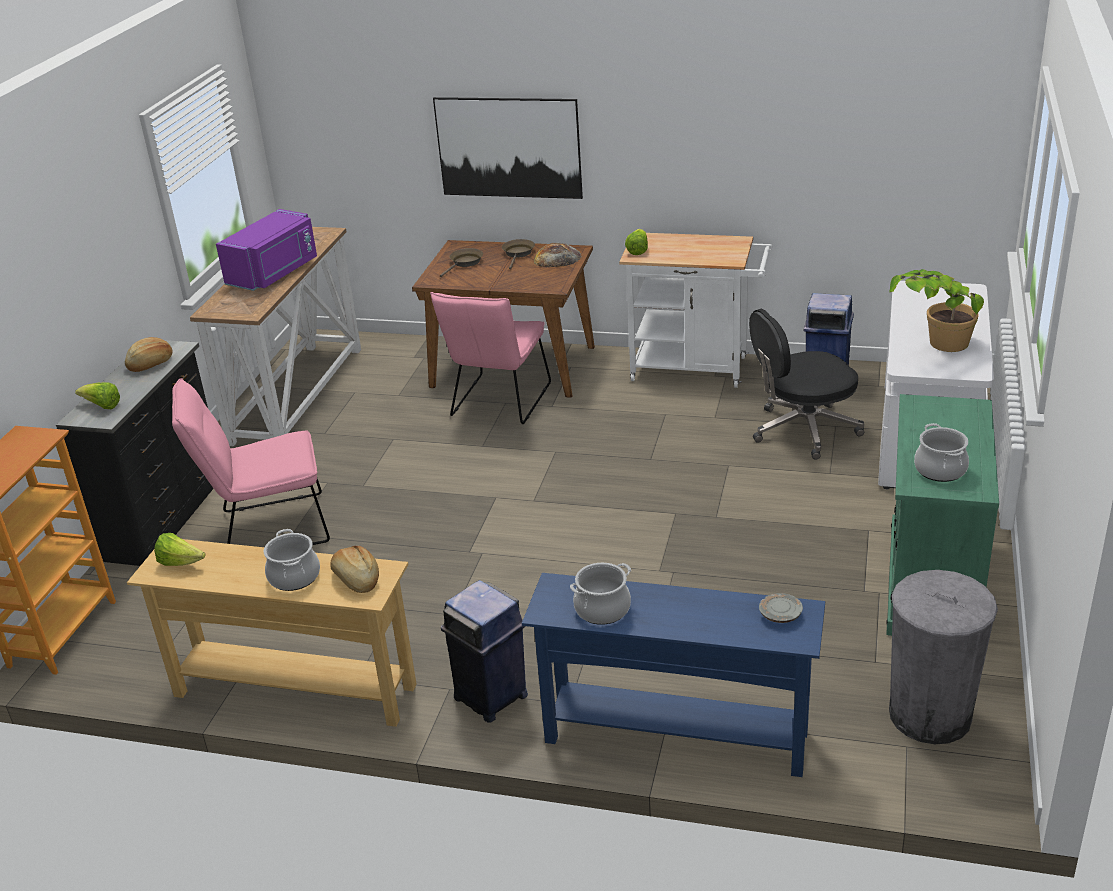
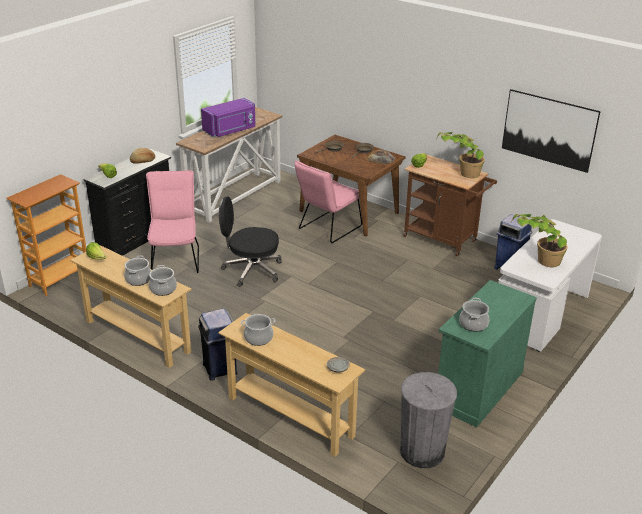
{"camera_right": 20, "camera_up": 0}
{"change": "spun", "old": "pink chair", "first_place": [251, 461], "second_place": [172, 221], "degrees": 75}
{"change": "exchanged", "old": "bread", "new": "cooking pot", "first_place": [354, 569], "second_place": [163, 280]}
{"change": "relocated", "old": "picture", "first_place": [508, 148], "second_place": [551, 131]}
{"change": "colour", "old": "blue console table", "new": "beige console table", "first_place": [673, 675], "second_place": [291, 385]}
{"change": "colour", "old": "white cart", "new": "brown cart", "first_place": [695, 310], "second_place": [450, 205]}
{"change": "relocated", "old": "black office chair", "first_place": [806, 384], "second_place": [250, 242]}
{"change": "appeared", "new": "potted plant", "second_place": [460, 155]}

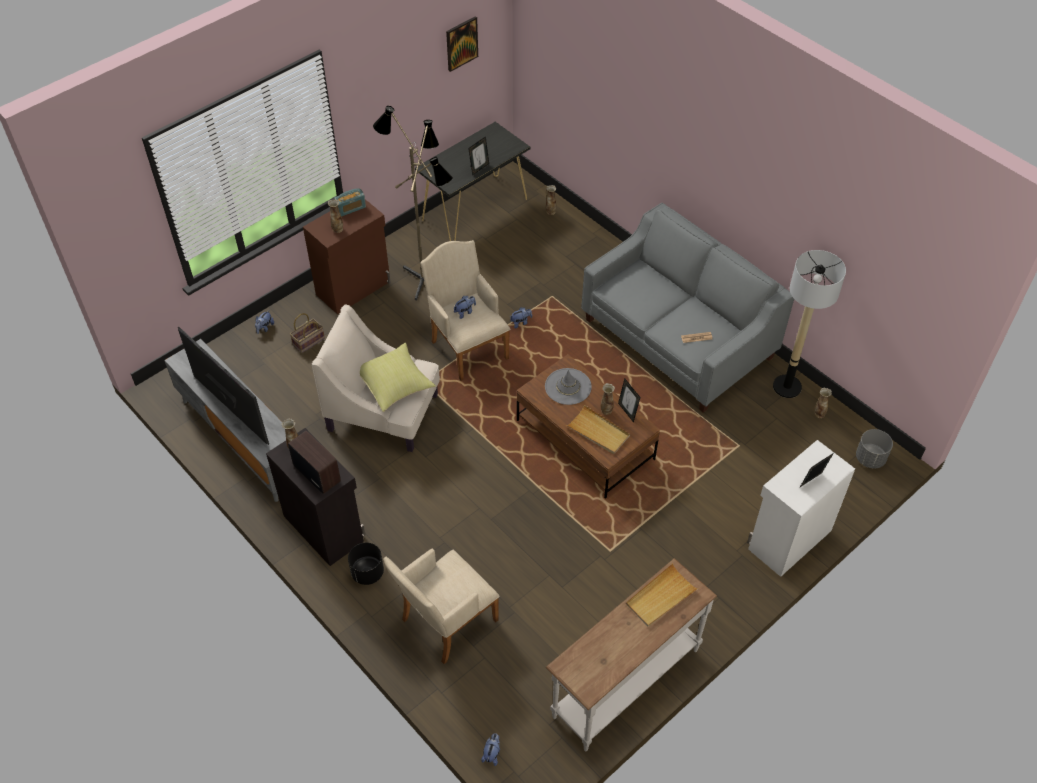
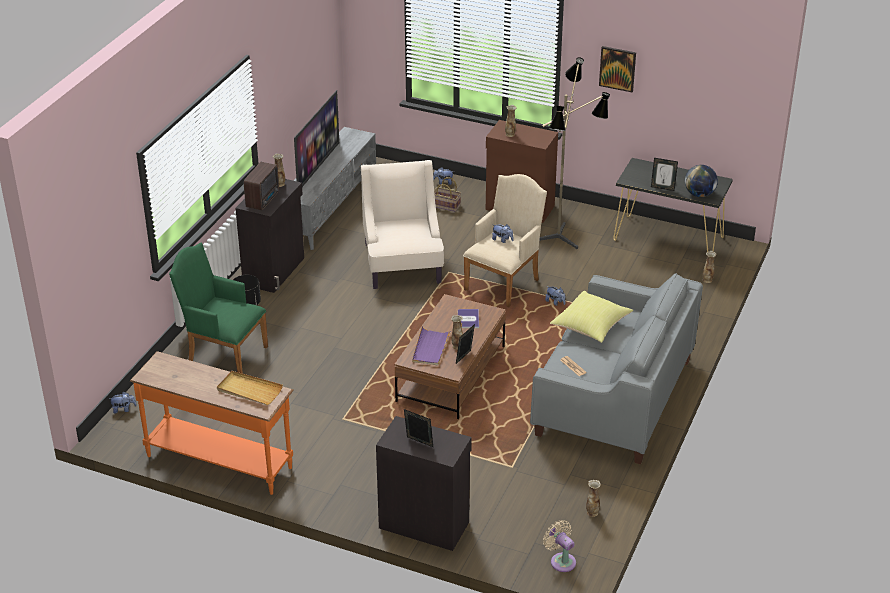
{"camera_right": 65, "camera_up": -15}
{"change": "missing", "old": "radio", "first_place": [350, 202]}
{"change": "relocated", "old": "yellow pillow", "first_place": [398, 377], "second_place": [591, 317]}
{"change": "colour", "old": "beige armchair", "new": "green armchair", "first_place": [441, 606], "second_place": [218, 308]}
{"change": "relocated", "old": "picture", "first_place": [462, 44], "second_place": [617, 69]}
{"change": "exchanged", "old": "grey hat", "new": "book", "first_place": [568, 386], "second_place": [468, 318]}
{"change": "colour", "old": "white console table", "new": "orange console table", "first_place": [631, 655], "second_place": [212, 423]}
{"change": "colour", "old": "beige tray", "new": "purple tray", "first_place": [598, 429], "second_place": [431, 346]}
{"change": "colour", "old": "white cabinet", "new": "black cabinet", "first_place": [801, 508], "second_place": [424, 483]}
{"change": "missing", "old": "floor lamp", "first_place": [809, 324]}
{"change": "exchanged", "old": "grey planter", "new": "beige fan", "first_place": [874, 448], "second_place": [559, 546]}
{"change": "appeared", "new": "globe", "second_place": [701, 181]}

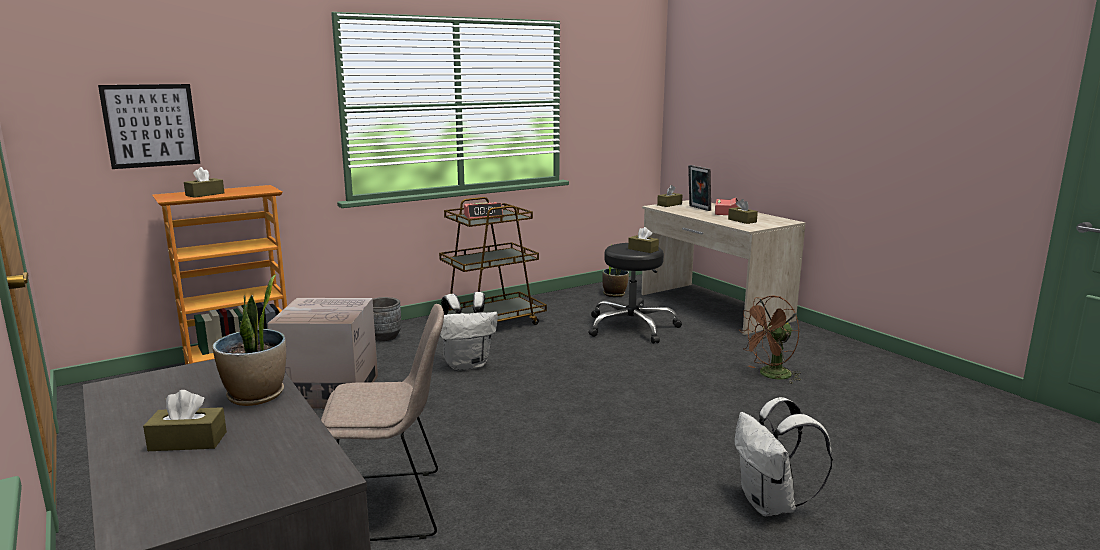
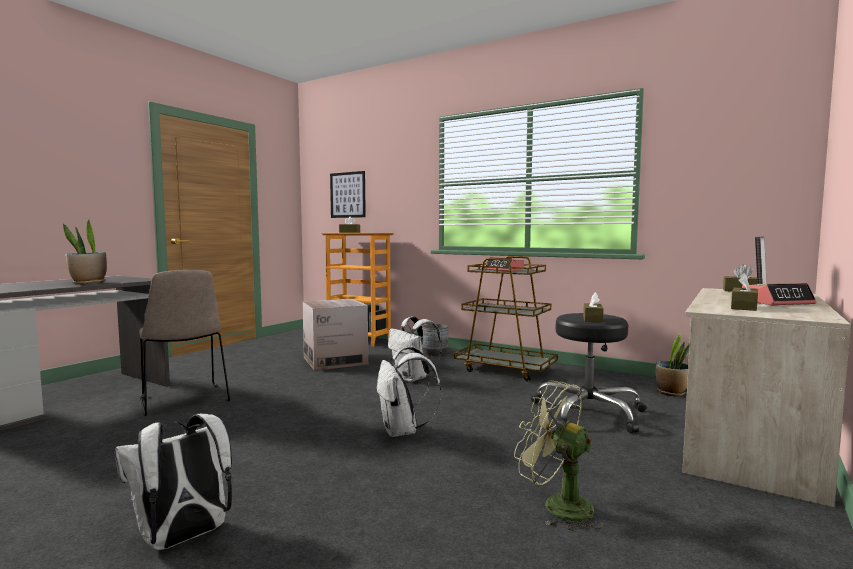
{"camera_right": 65, "camera_up": -10}
{"change": "missing", "old": "brown tissue box", "first_place": [185, 420]}
{"change": "colour", "old": "brown fan", "new": "green fan", "first_place": [770, 339], "second_place": [558, 455]}
{"change": "appeared", "new": "white backpack", "second_place": [409, 391]}

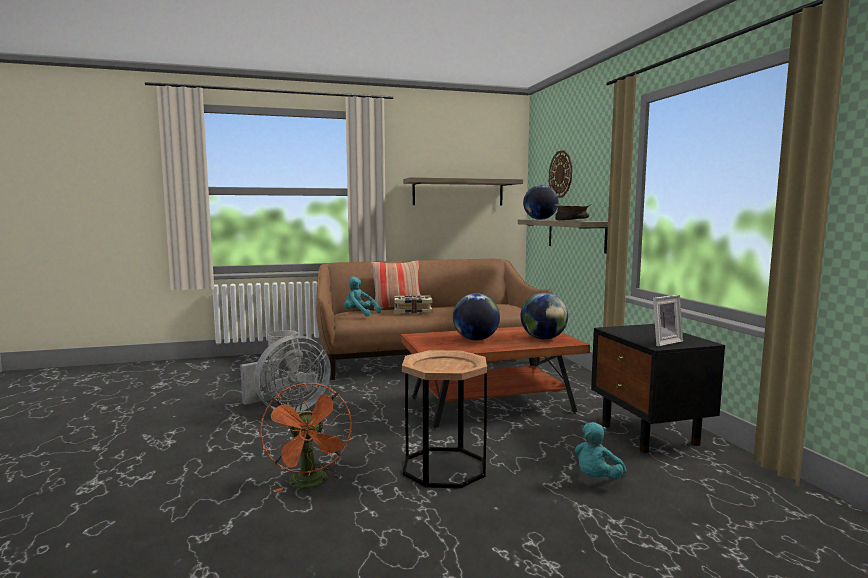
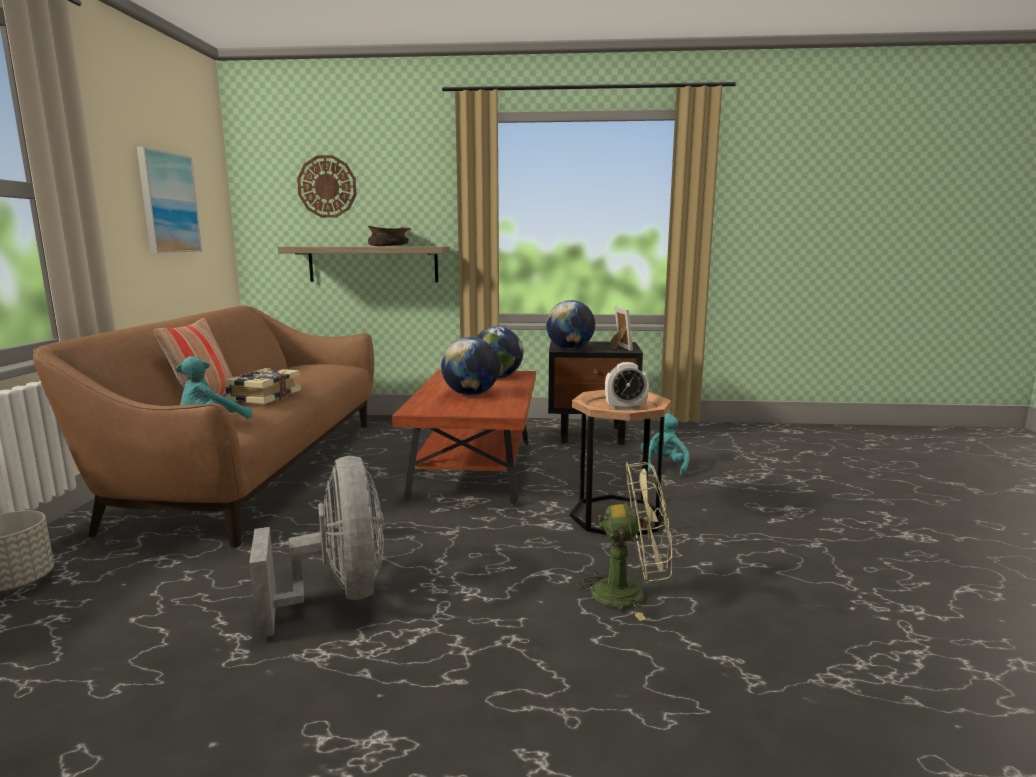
{"camera_right": -70, "camera_up": 5}
{"change": "colour", "old": "orange fan", "new": "green fan", "first_place": [306, 437], "second_place": [624, 541]}
{"change": "exchanged", "old": "shelf", "new": "picture", "first_place": [463, 191], "second_place": [169, 200]}
{"change": "relocated", "old": "globe", "first_place": [541, 202], "second_place": [570, 324]}
{"change": "spun", "old": "turquoise plush toy", "first_place": [600, 450], "second_place": [665, 445], "degrees": -135}
{"change": "appeared", "new": "alarm clock", "second_place": [627, 386]}

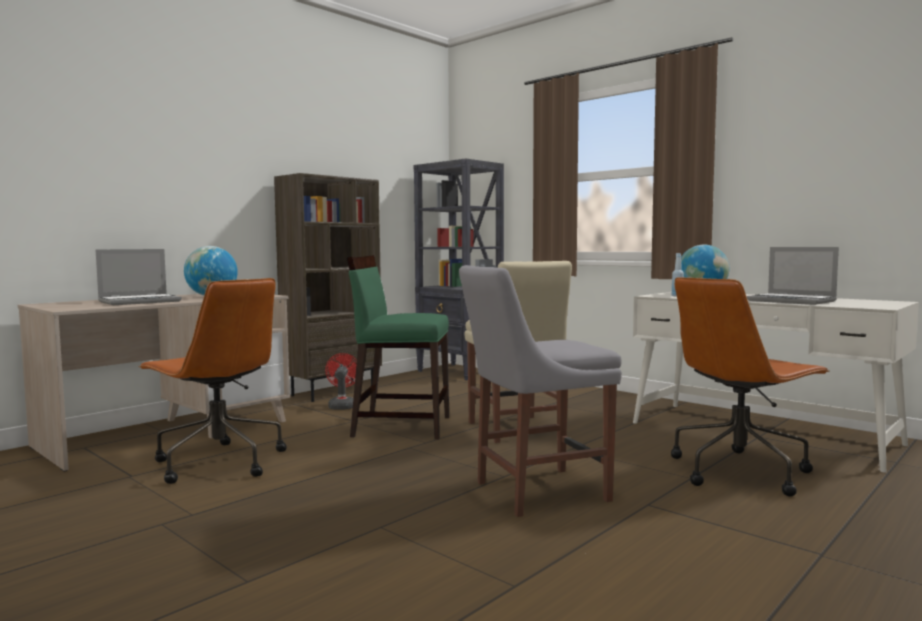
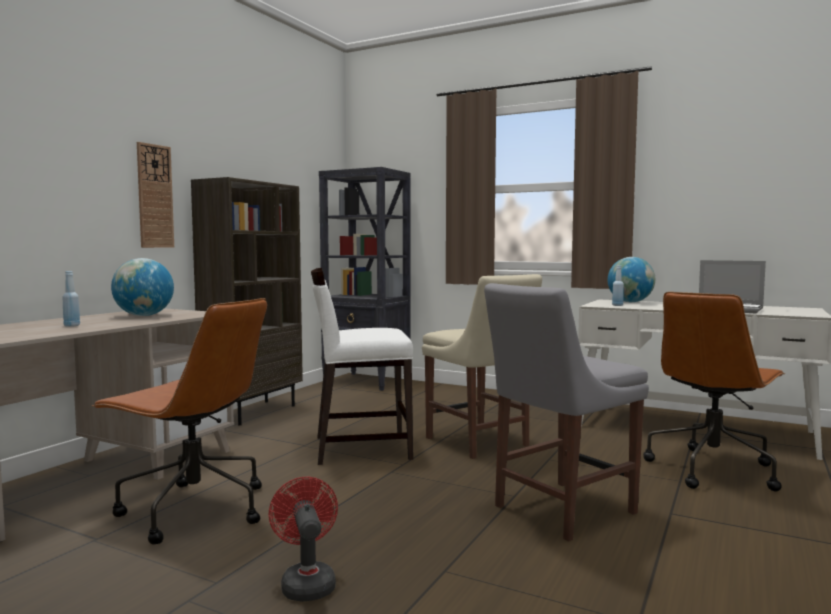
{"camera_right": -15, "camera_up": 0}
{"change": "exchanged", "old": "laptop", "new": "blue bottle", "first_place": [138, 277], "second_place": [71, 299]}
{"change": "relocated", "old": "red fan", "first_place": [341, 381], "second_place": [303, 539]}
{"change": "colour", "old": "green chair", "new": "white chair", "first_place": [398, 347], "second_place": [362, 366]}
{"change": "appeared", "new": "wall clock", "second_place": [155, 195]}

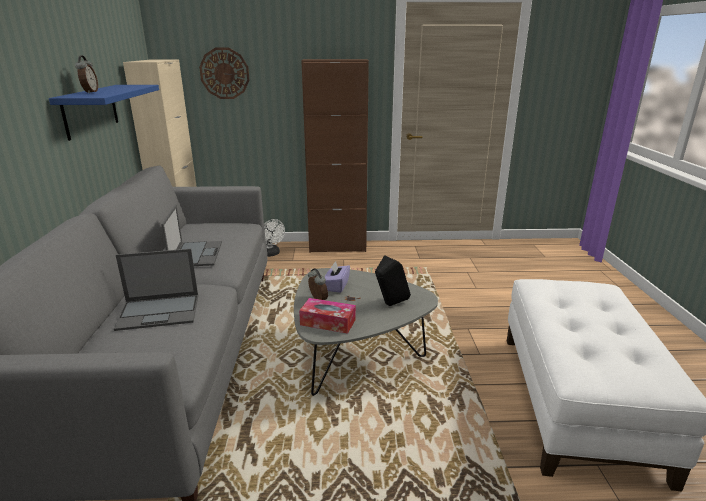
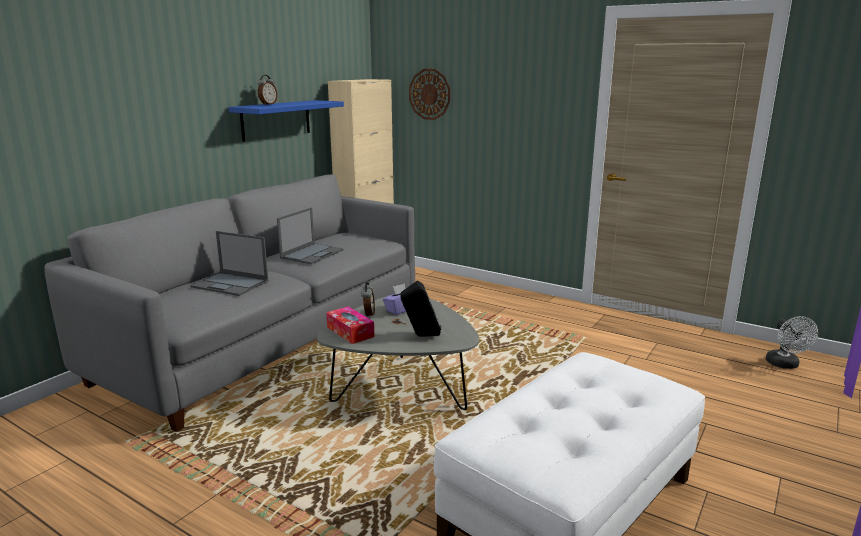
{"camera_right": 35, "camera_up": -5}
{"change": "relocated", "old": "white fan", "first_place": [274, 238], "second_place": [792, 342]}
{"change": "missing", "old": "brown cabinet", "first_place": [335, 156]}

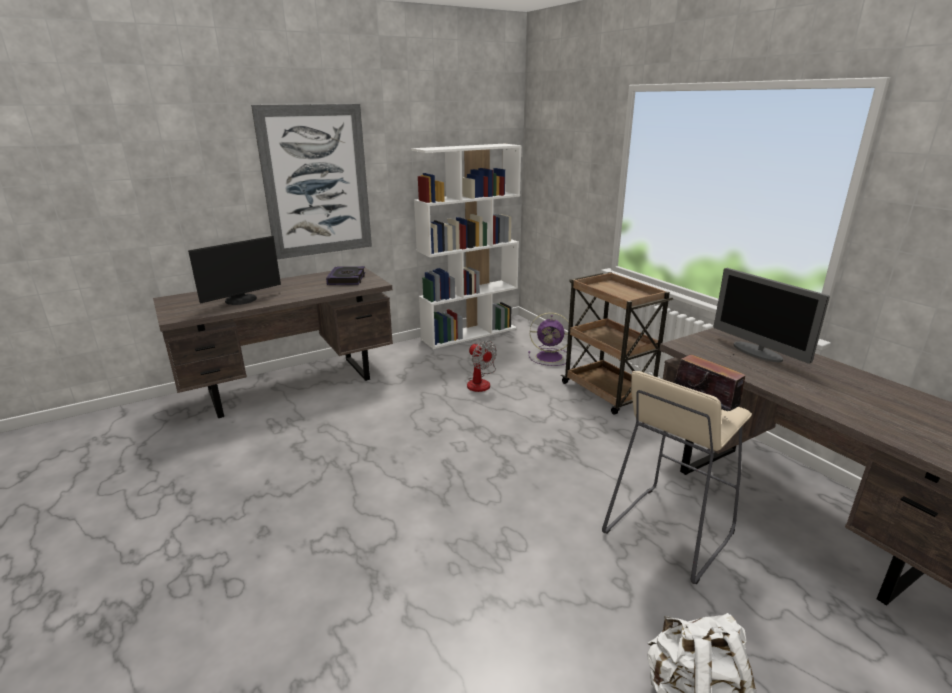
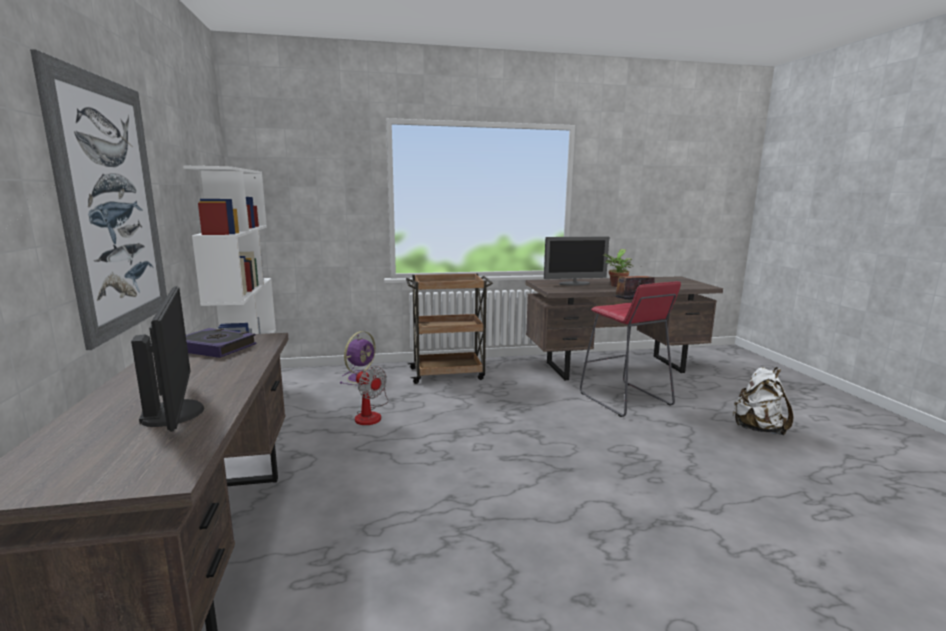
{"camera_right": -70, "camera_up": -10}
{"change": "spun", "old": "fan", "first_place": [482, 366], "second_place": [372, 395], "degrees": 60}
{"change": "colour", "old": "beige stool", "new": "red stool", "first_place": [677, 477], "second_place": [630, 349]}
{"change": "appeared", "new": "potted plant", "second_place": [618, 268]}

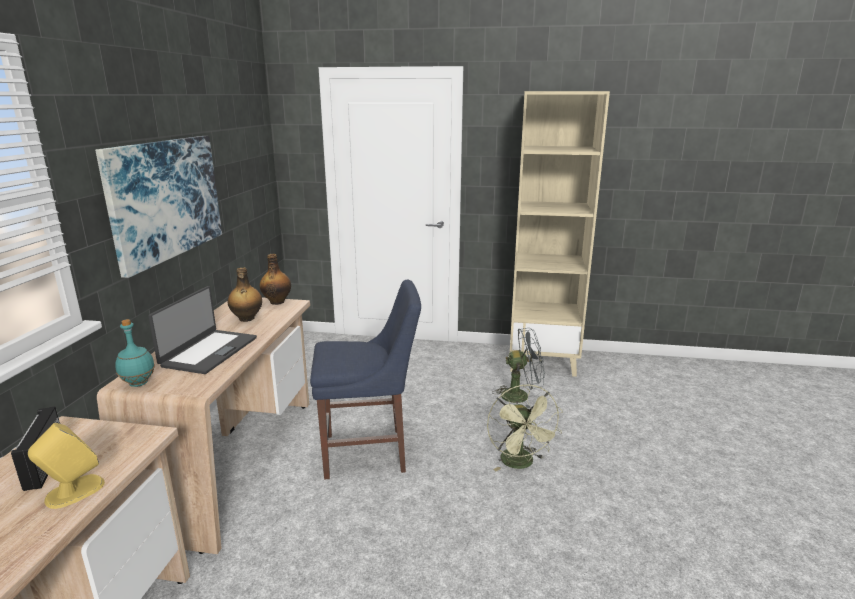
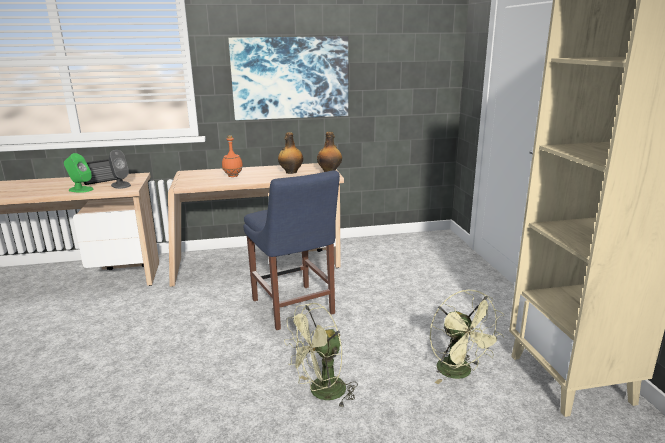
{"camera_right": 70, "camera_up": 0}
{"change": "colour", "old": "yellow speaker", "new": "green speaker", "first_place": [66, 466], "second_place": [78, 173]}
{"change": "missing", "old": "turquoise bottle", "first_place": [135, 353]}
{"change": "exchanged", "old": "laptop", "new": "orange bottle", "first_place": [202, 330], "second_place": [232, 156]}
{"change": "colour", "old": "grey fan", "new": "green fan", "first_place": [518, 368], "second_place": [467, 337]}
{"change": "appeared", "new": "grey speaker", "second_place": [120, 169]}

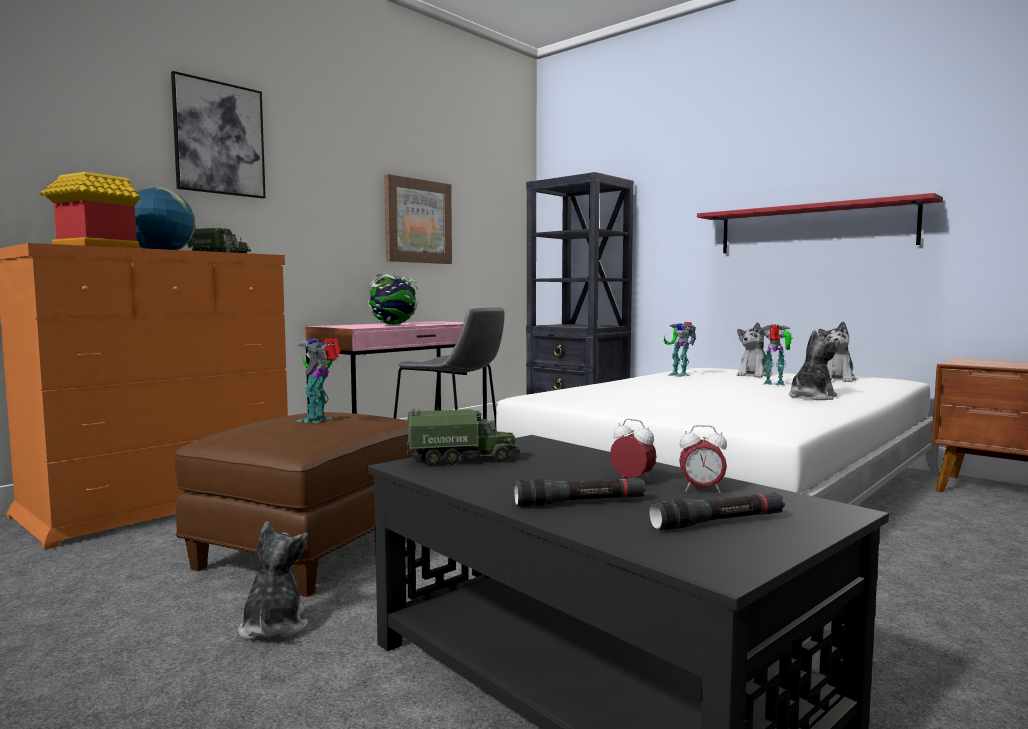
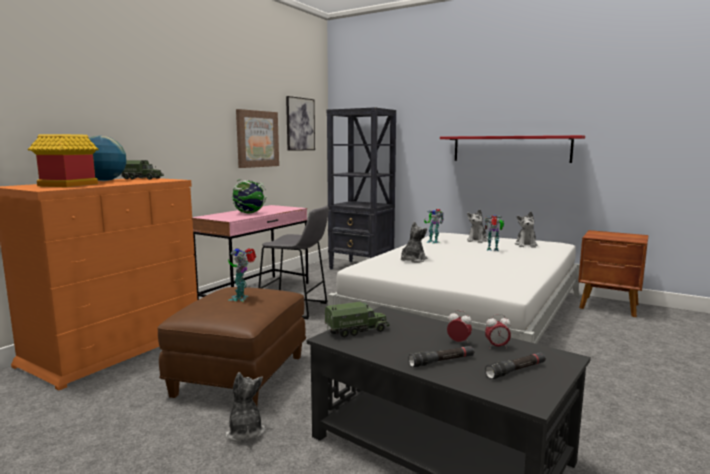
{"camera_right": -10, "camera_up": 5}
{"change": "relocated", "old": "picture", "first_place": [218, 135], "second_place": [300, 123]}
{"change": "relocated", "old": "plush toy", "first_place": [814, 365], "second_place": [414, 242]}

